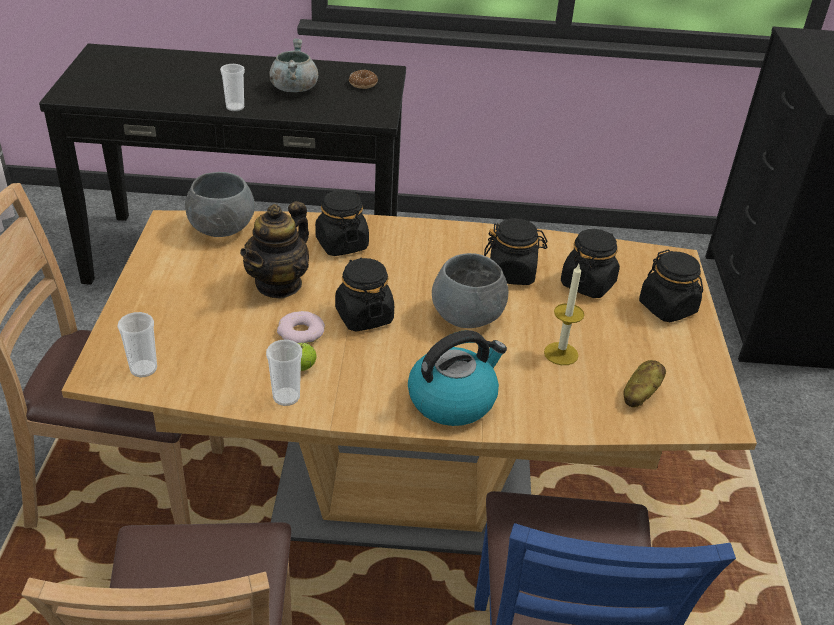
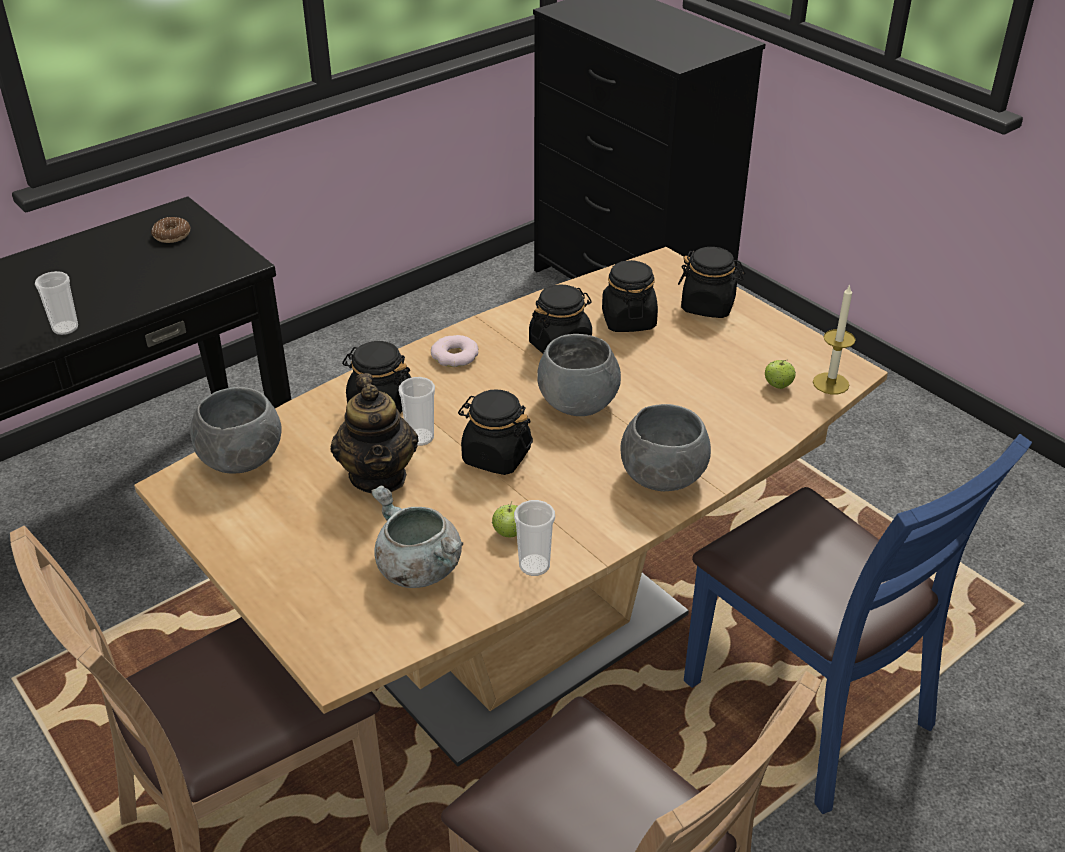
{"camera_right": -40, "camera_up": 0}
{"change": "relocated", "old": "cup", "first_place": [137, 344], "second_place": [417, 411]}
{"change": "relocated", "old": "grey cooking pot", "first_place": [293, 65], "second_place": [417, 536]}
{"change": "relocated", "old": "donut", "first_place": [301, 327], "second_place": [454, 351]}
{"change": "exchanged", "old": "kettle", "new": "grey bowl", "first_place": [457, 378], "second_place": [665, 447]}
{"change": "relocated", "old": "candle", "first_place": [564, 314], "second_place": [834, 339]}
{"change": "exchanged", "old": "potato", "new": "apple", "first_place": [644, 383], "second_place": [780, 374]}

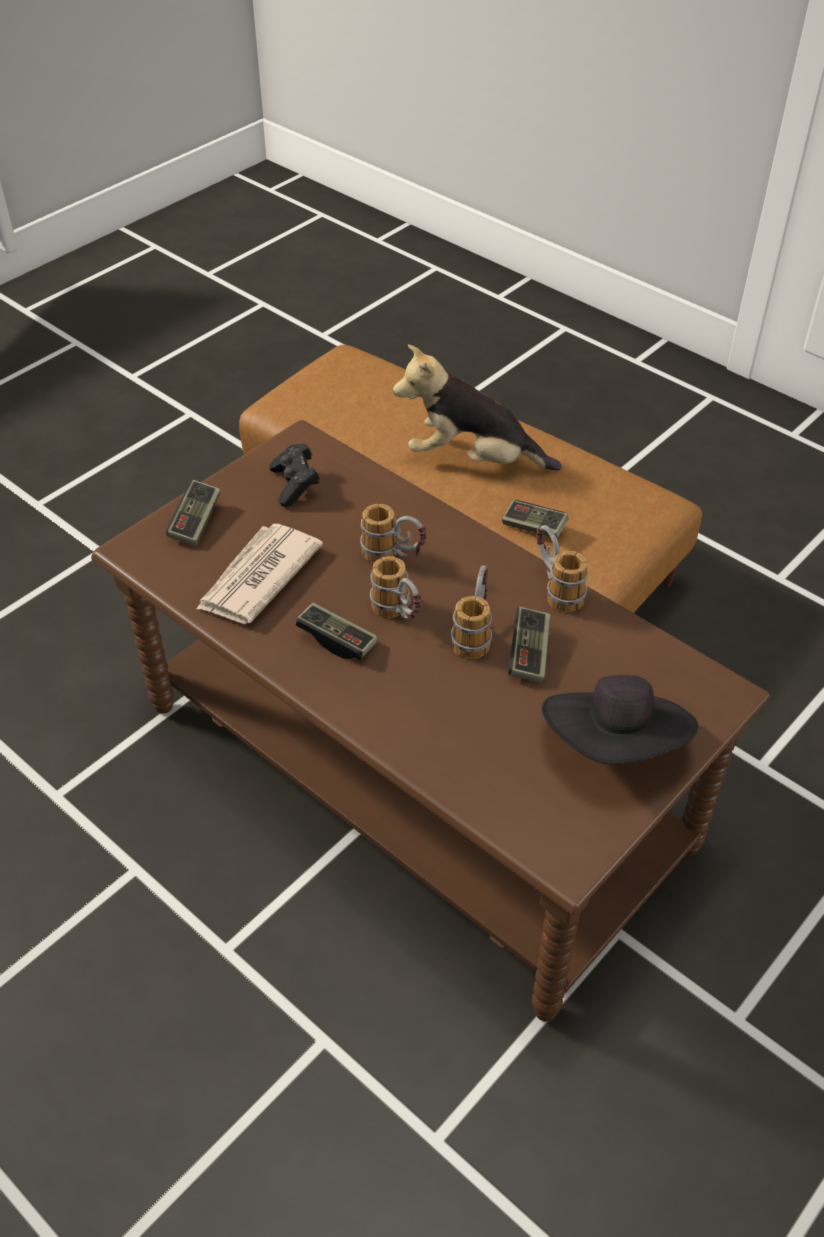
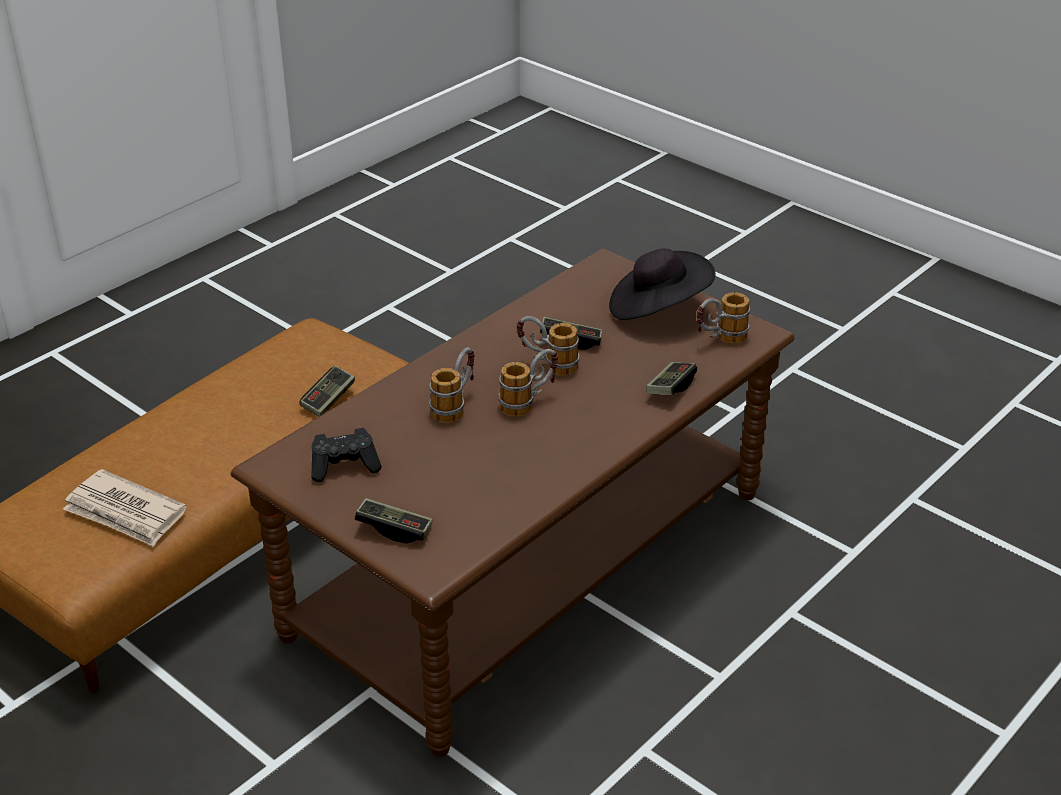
{"camera_right": -90, "camera_up": -10}
{"change": "relocated", "old": "newspaper", "first_place": [259, 574], "second_place": [125, 508]}
{"change": "relocated", "old": "game controller", "first_place": [336, 630], "second_place": [671, 378]}
{"change": "missing", "old": "plush toy", "first_place": [477, 407]}
{"change": "relocated", "old": "mug", "first_place": [562, 568], "second_place": [723, 318]}

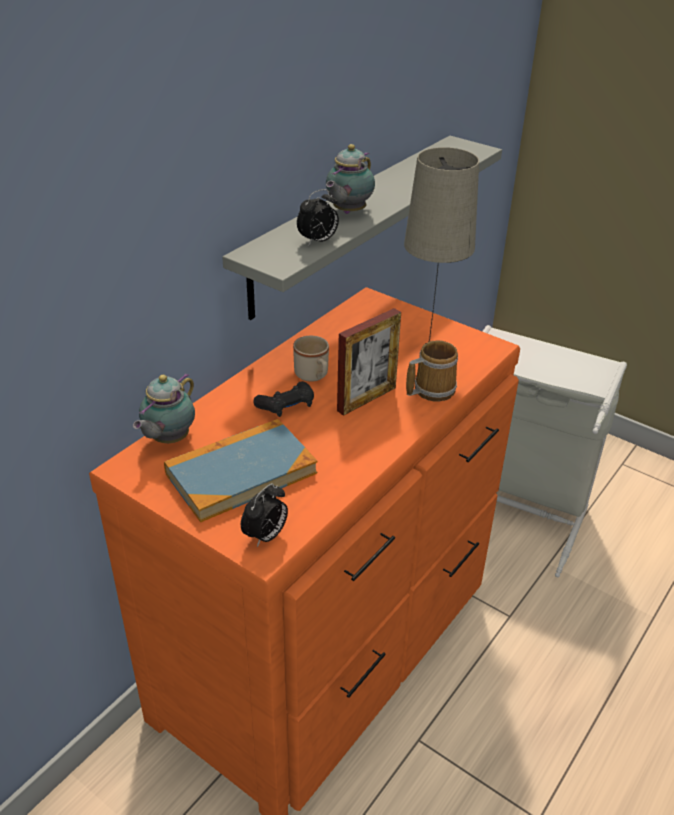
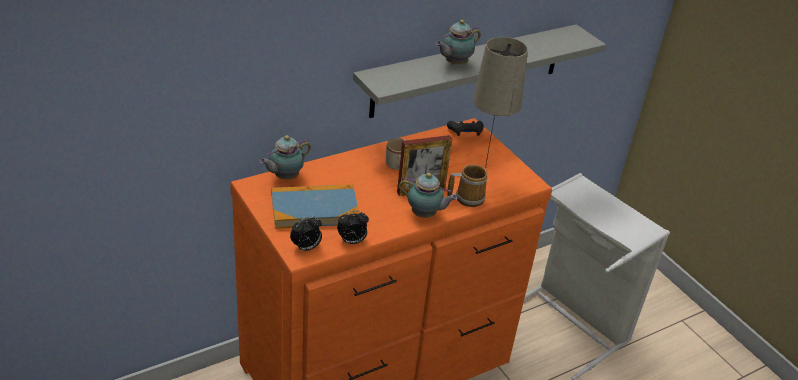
{"camera_right": 20, "camera_up": 0}
{"change": "relocated", "old": "black game controller", "first_place": [283, 399], "second_place": [465, 128]}
{"change": "relocated", "old": "alarm clock", "first_place": [318, 217], "second_place": [353, 227]}
{"change": "appeared", "new": "teapot", "second_place": [428, 195]}

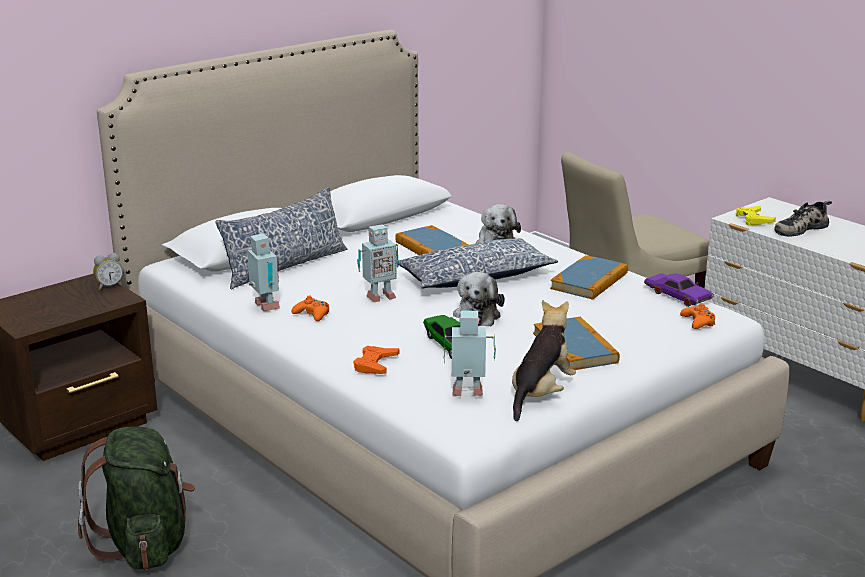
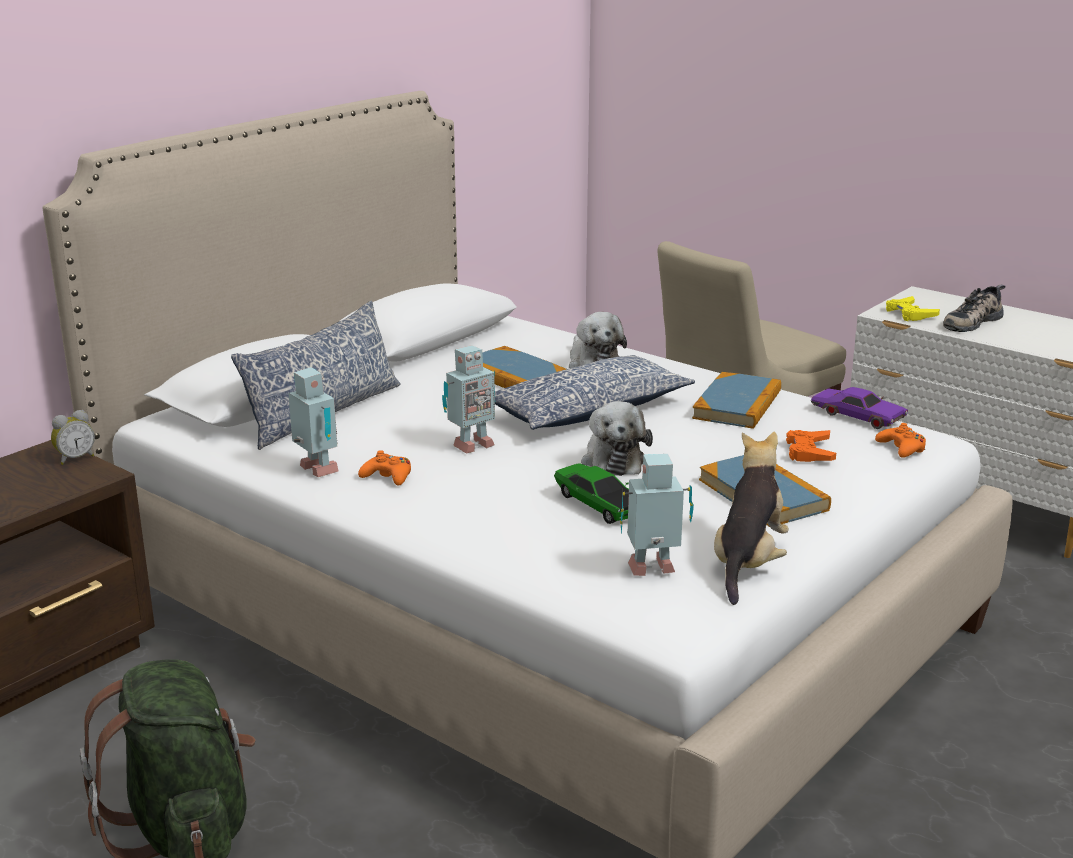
{"camera_right": -10, "camera_up": 0}
{"change": "relocated", "old": "orange game controller", "first_place": [376, 360], "second_place": [811, 446]}

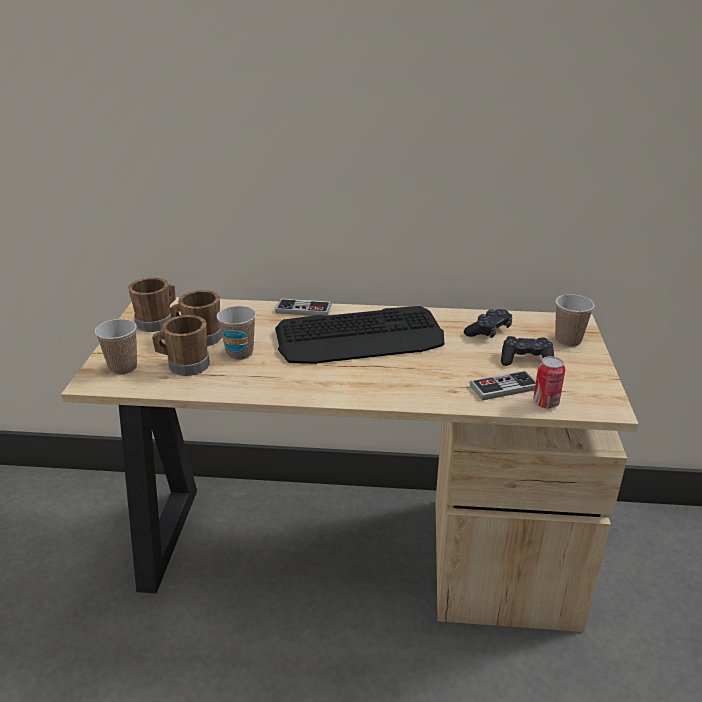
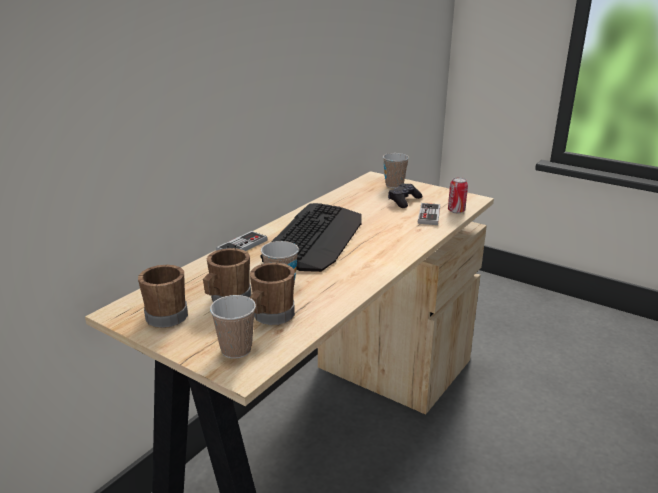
{"camera_right": -60, "camera_up": -5}
{"change": "missing", "old": "black game controller", "first_place": [488, 323]}

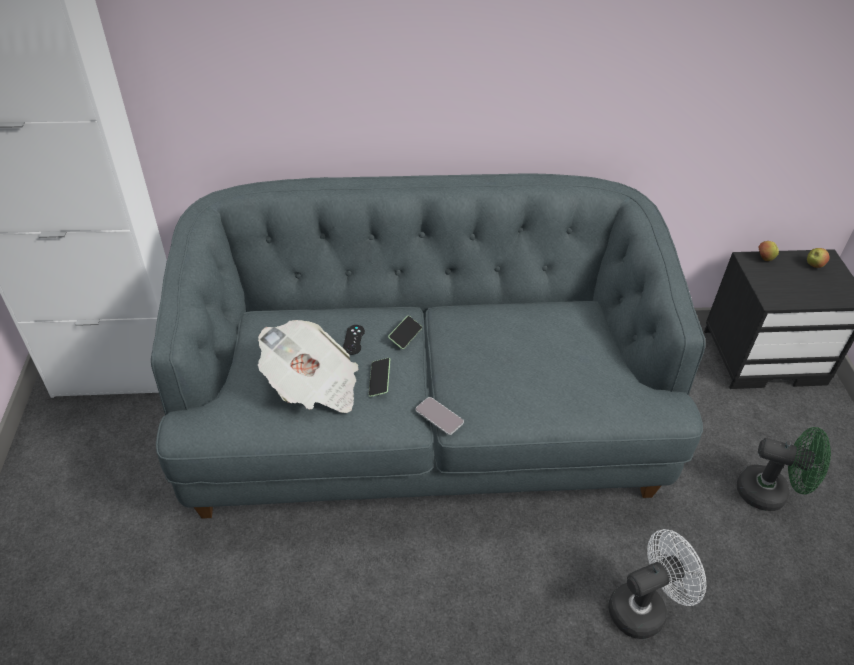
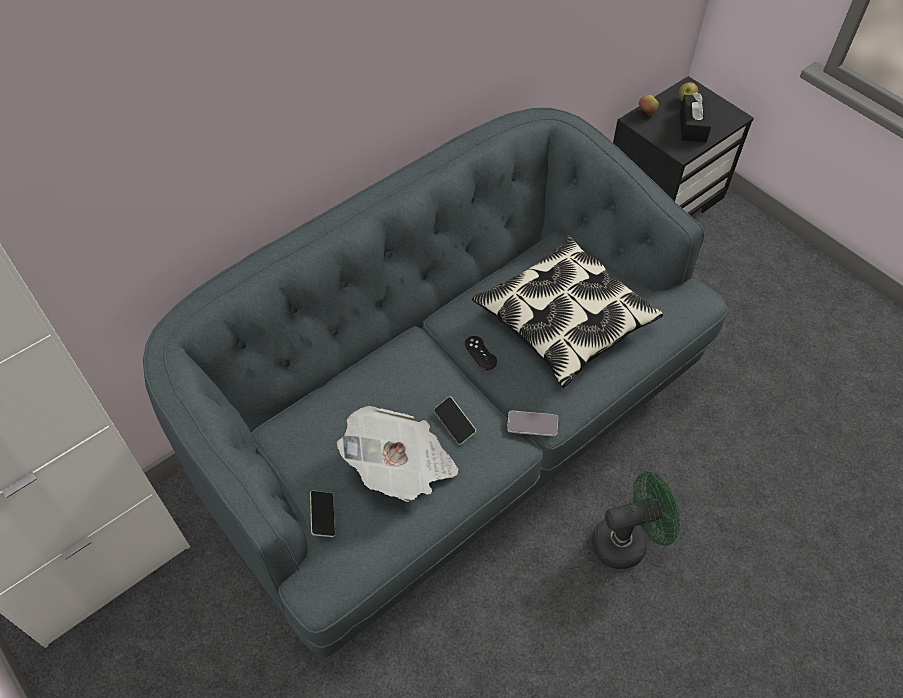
{"camera_right": -35, "camera_up": 10}
{"change": "relocated", "old": "black game controller", "first_place": [354, 340], "second_place": [481, 353]}
{"change": "relocated", "old": "phone", "first_place": [405, 332], "second_place": [323, 513]}
{"change": "missing", "old": "white fan", "first_place": [657, 584]}
{"change": "relocated", "old": "green fan", "first_place": [784, 469], "second_place": [636, 520]}
{"change": "appeared", "new": "pillow", "second_place": [567, 312]}
{"change": "appeared", "new": "black tissue box", "second_place": [695, 117]}

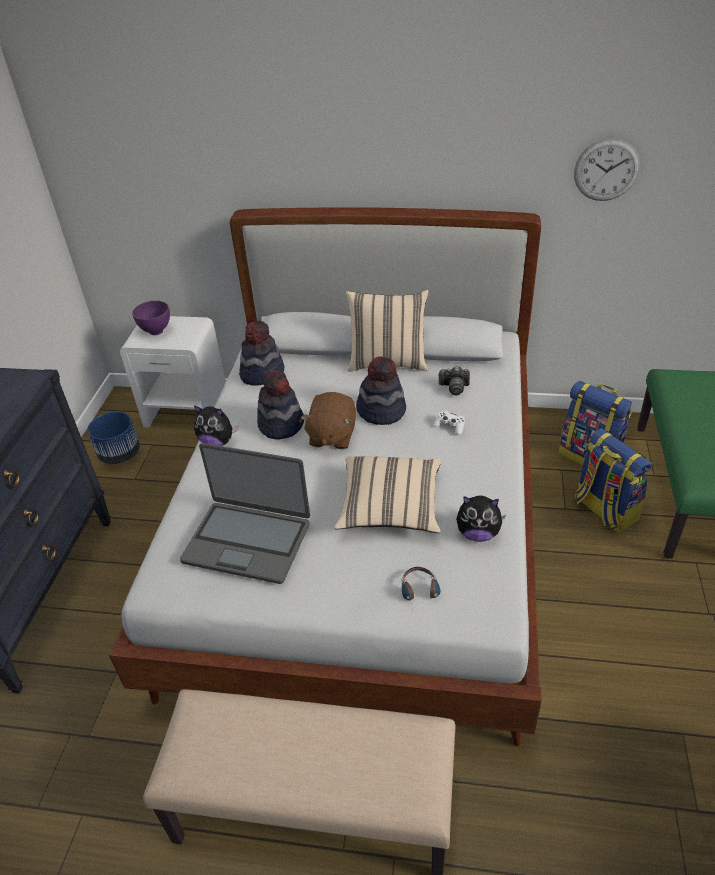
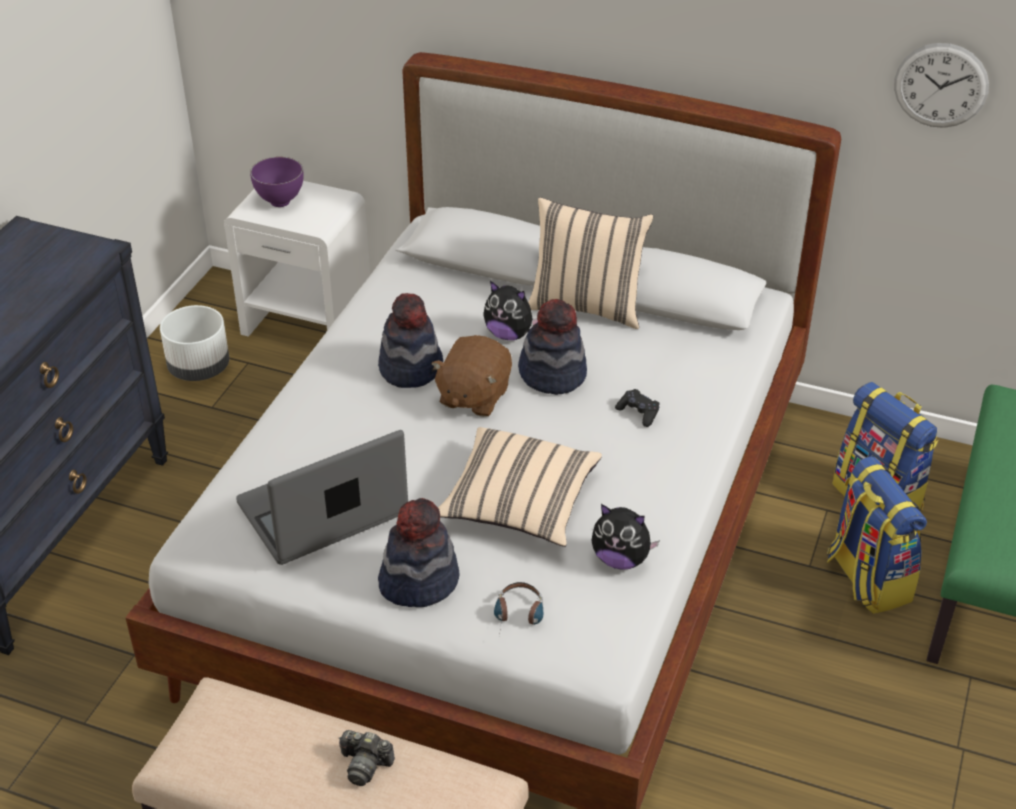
{"camera_right": 10, "camera_up": 0}
{"change": "colour", "old": "blue planter", "new": "white planter", "first_place": [113, 437], "second_place": [194, 343]}
{"change": "spun", "old": "laptop", "first_place": [245, 513], "second_place": [322, 497], "degrees": 120}
{"change": "relocated", "old": "plush toy", "first_place": [216, 425], "second_place": [510, 310]}
{"change": "relocated", "old": "hat", "first_place": [261, 353], "second_place": [419, 552]}
{"change": "colour", "old": "white game controller", "new": "black game controller", "first_place": [449, 422], "second_place": [637, 408]}
{"change": "relocated", "old": "photo camera", "first_place": [454, 380], "second_place": [367, 758]}

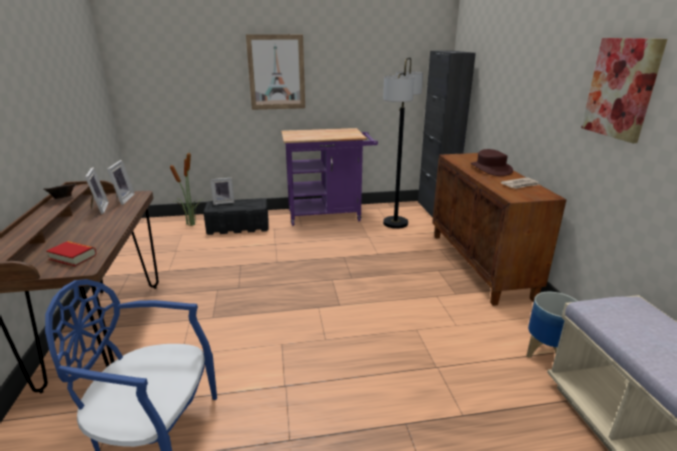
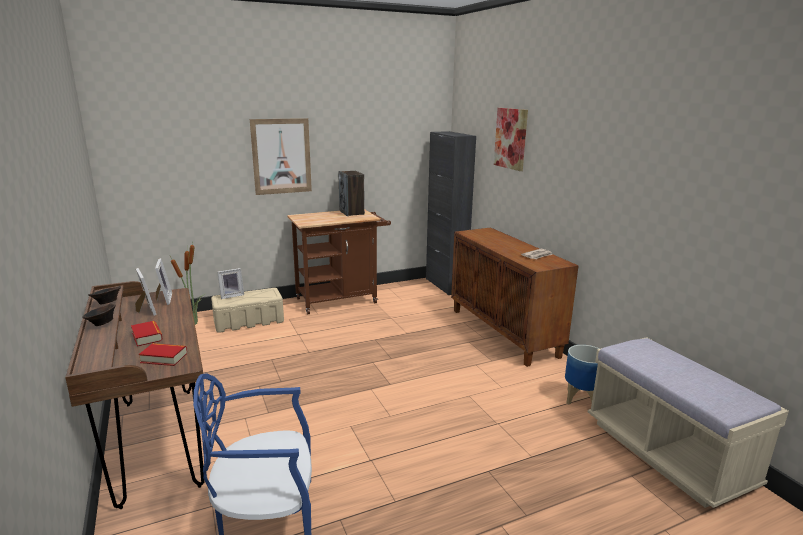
{"camera_right": -15, "camera_up": -5}
{"change": "colour", "old": "black storage box", "new": "beige storage box", "first_place": [236, 216], "second_place": [247, 310]}
{"change": "colour", "old": "purple cart", "new": "brown cart", "first_place": [329, 177], "second_place": [339, 262]}
{"change": "missing", "old": "floor lamp", "first_place": [403, 143]}
{"change": "missing", "old": "brown hat", "first_place": [492, 162]}
{"change": "relocated", "old": "picture", "first_place": [624, 90], "second_place": [511, 139]}
{"change": "appeared", "new": "brown bowl", "second_place": [99, 314]}
{"change": "appeared", "new": "book", "second_place": [147, 334]}
{"change": "appeared", "new": "speaker", "second_place": [351, 193]}

